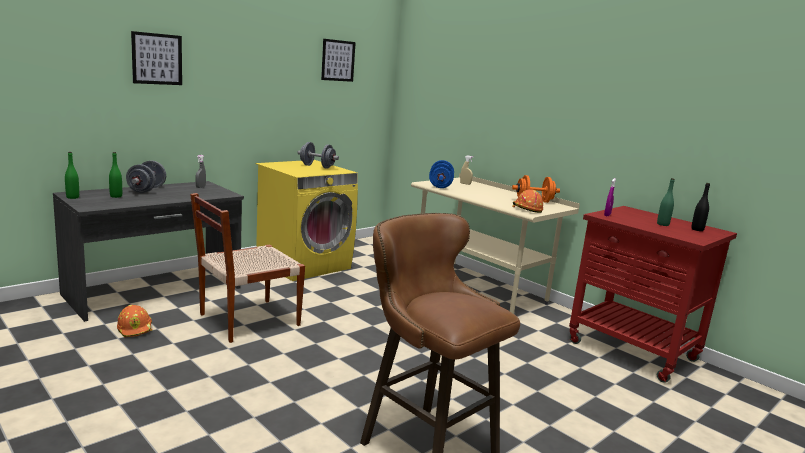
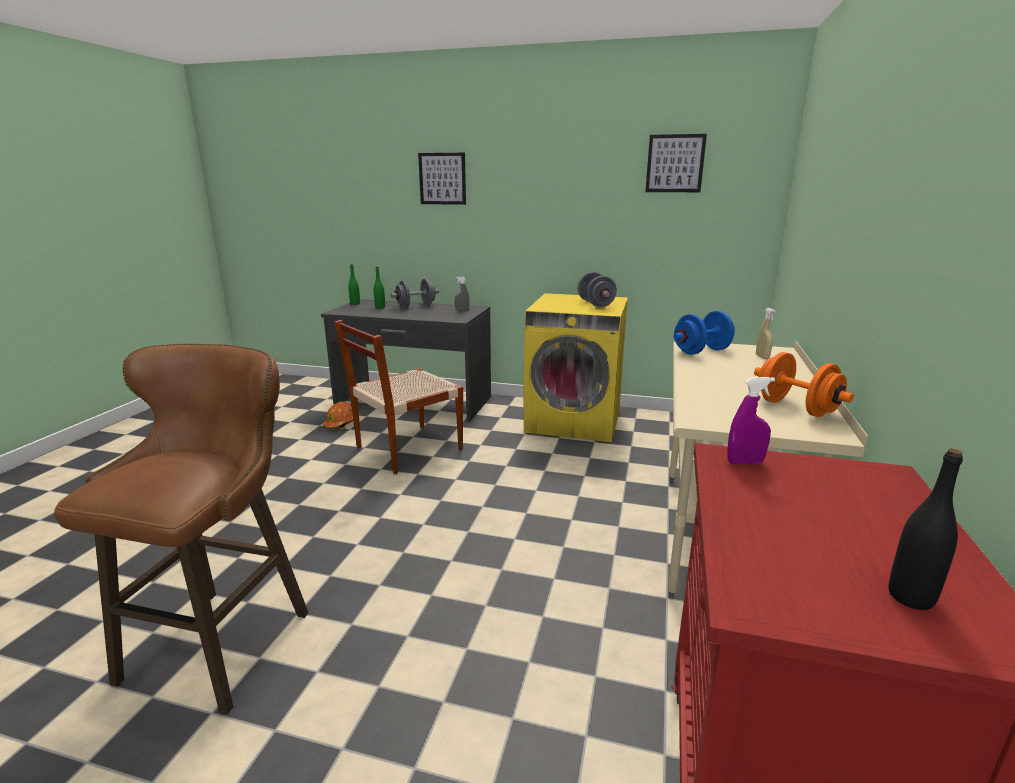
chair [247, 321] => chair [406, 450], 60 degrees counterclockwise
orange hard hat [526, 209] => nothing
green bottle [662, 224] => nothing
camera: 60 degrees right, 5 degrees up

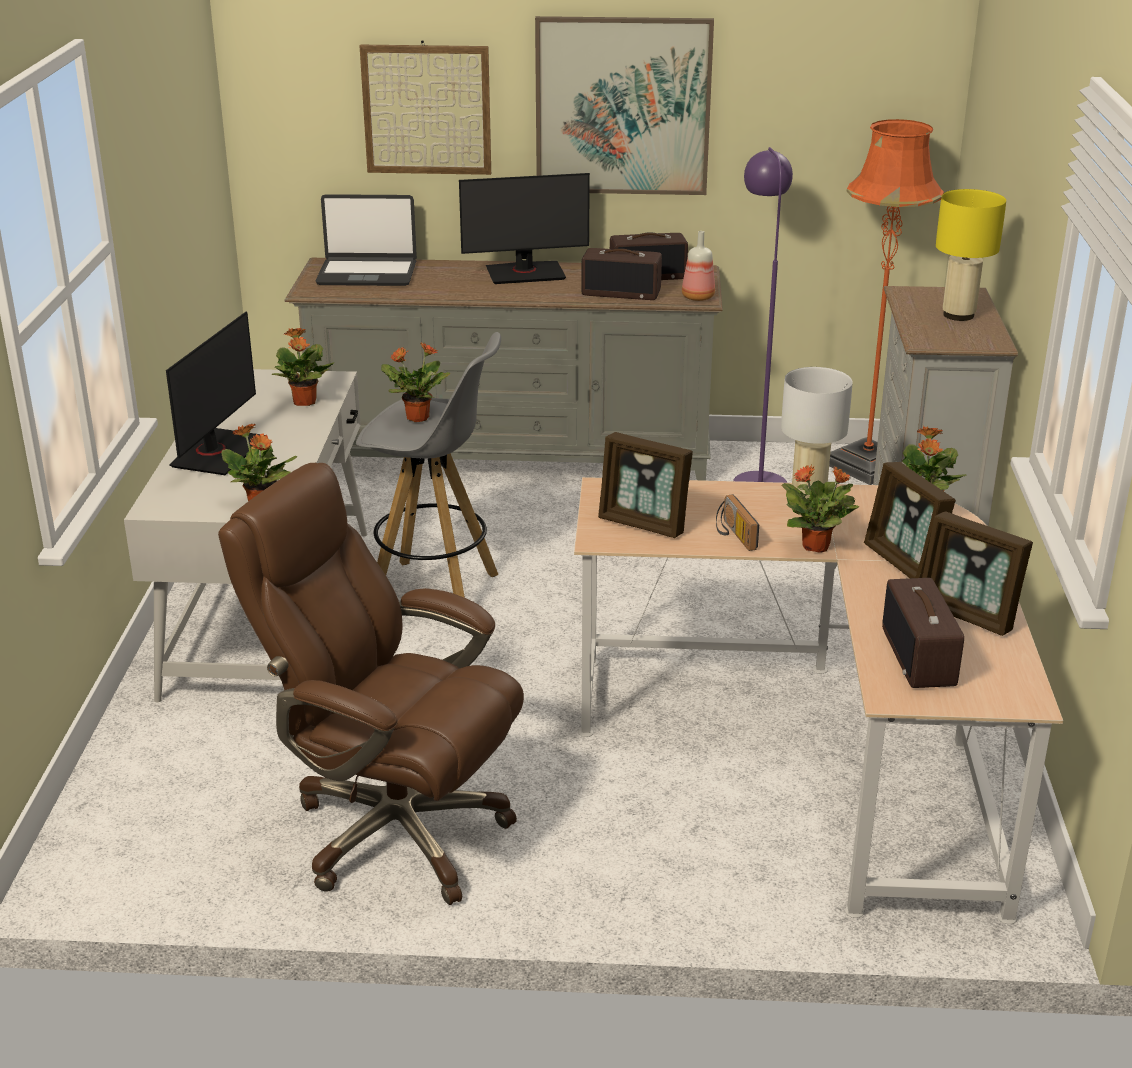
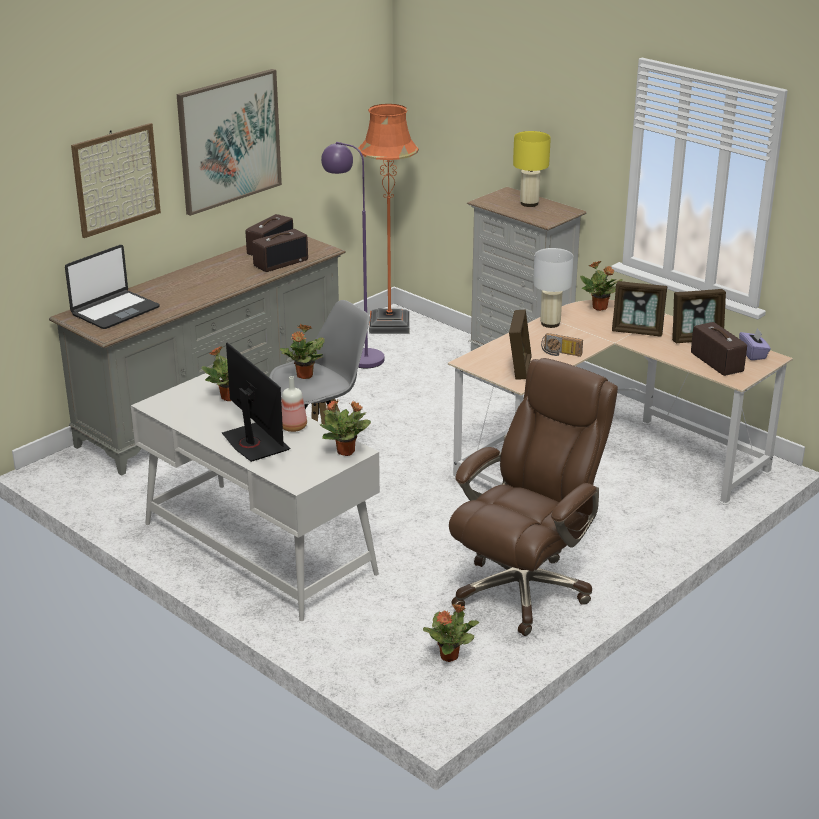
bottle [697, 297] => bottle [293, 427], move
potted plant [817, 546] => potted plant [450, 656], move
brown office chair [394, 830] => brown office chair [526, 590], 150 degrees clockwise
picture frame [644, 524] => picture frame [519, 368], 60 degrees counterclockwise
radio [920, 657] => radio [715, 362], 150 degrees counterclockwise
nothing => purple tissue box [753, 354]
monitor [525, 273] => nothing
camera: 50 degrees left, 0 degrees up

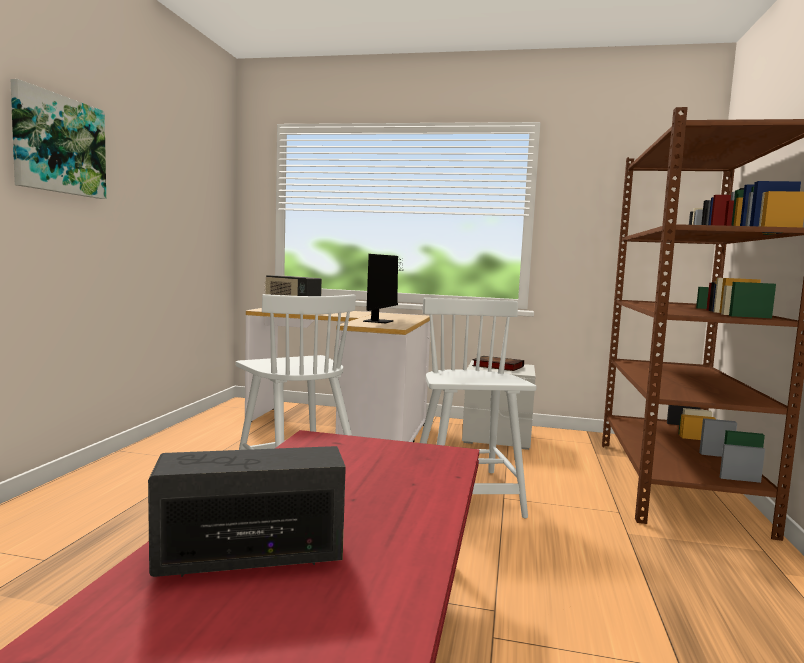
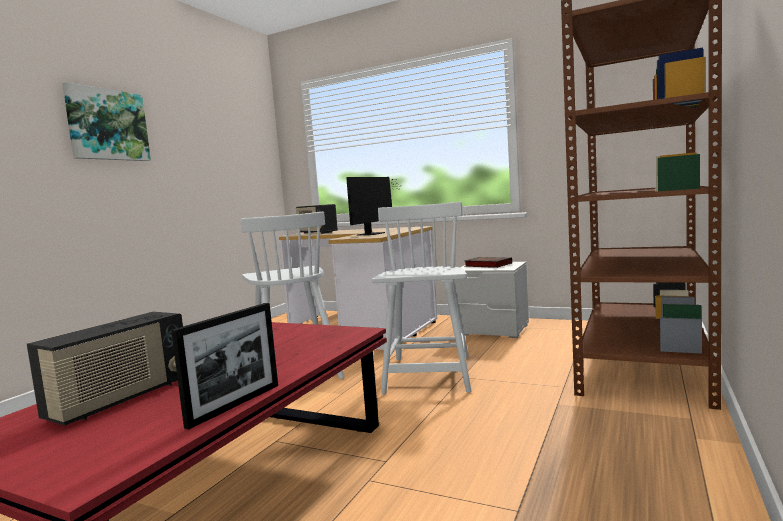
radio [252, 556] => radio [121, 400], 120 degrees clockwise
nothing => picture frame [235, 405]
camera: 15 degrees right, 0 degrees up

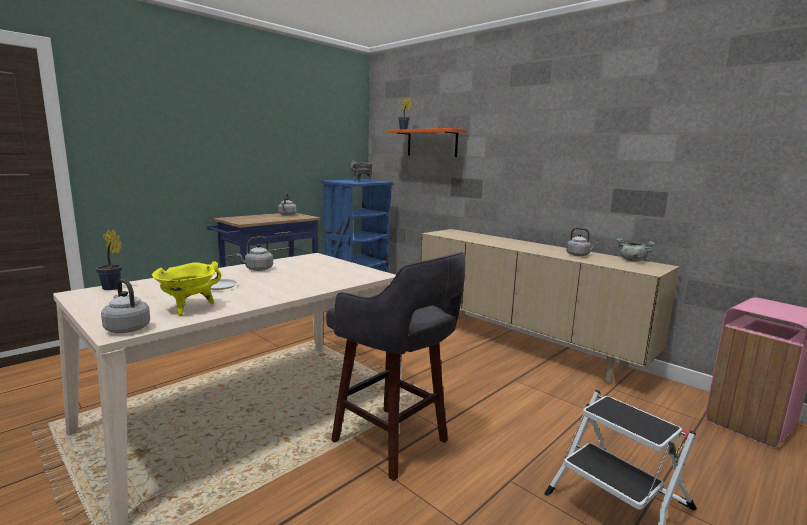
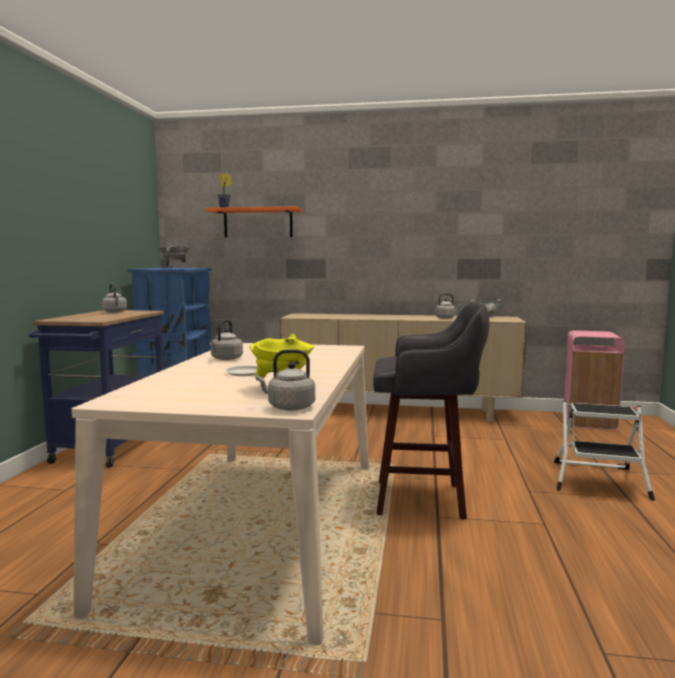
potted plant [113, 288] => nothing
camera: 35 degrees left, 5 degrees down

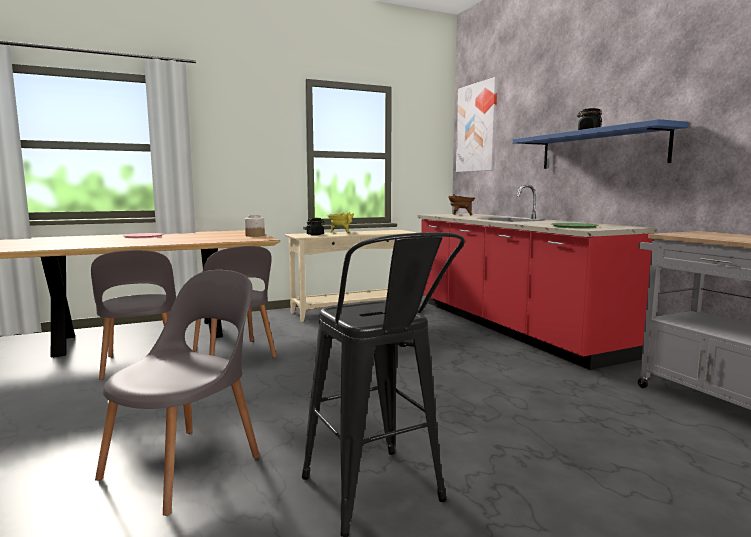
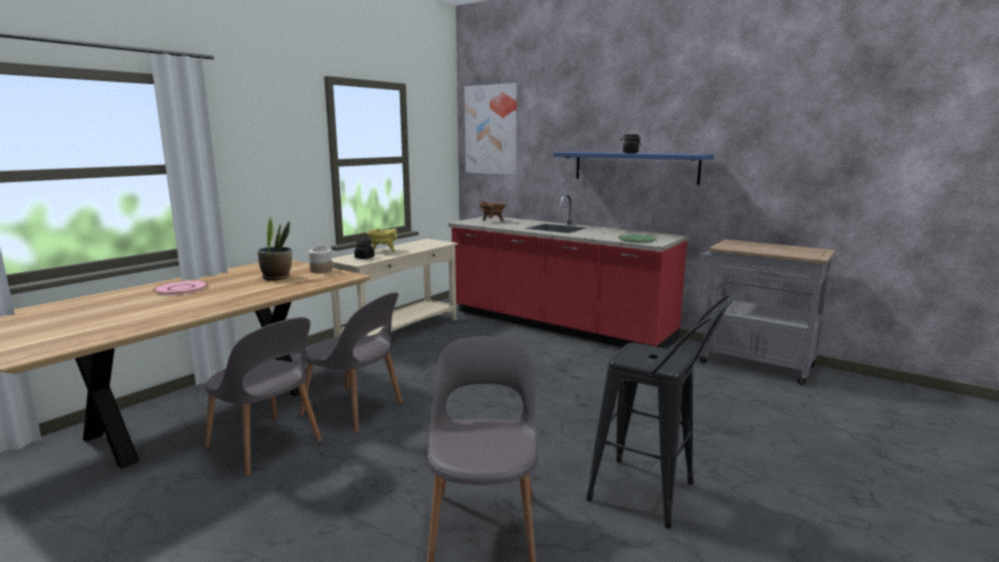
nothing => potted plant [277, 277]
camera: 30 degrees left, 5 degrees up

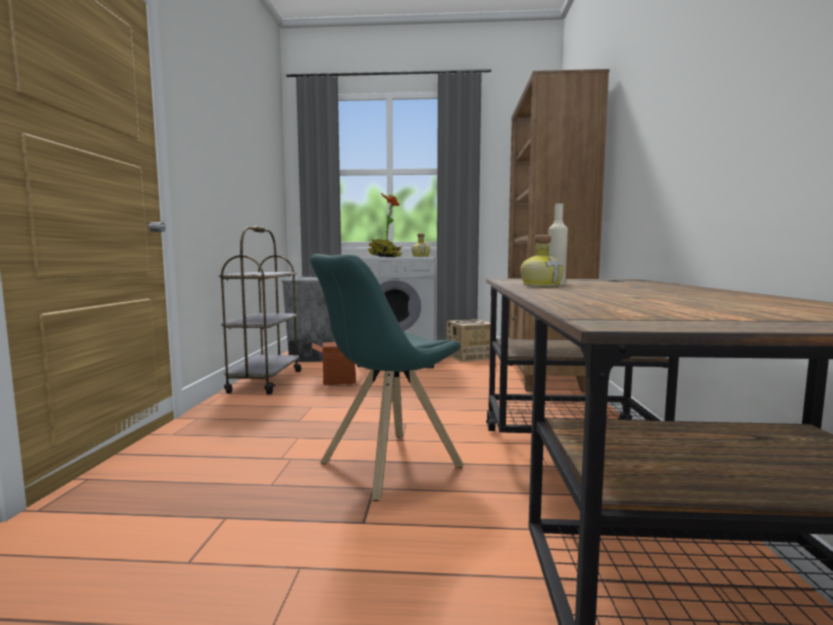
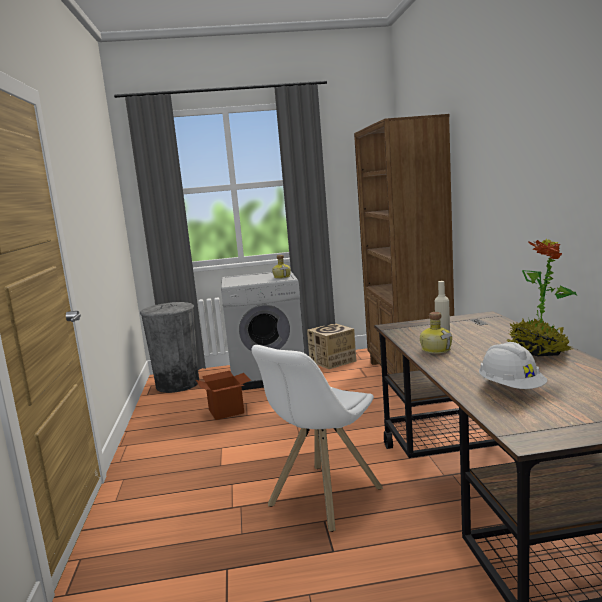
turquoise chair [389, 464] => white chair [324, 496]
nothing => white hard hat [511, 388]
potted plant [384, 257] => potted plant [538, 352], move
grey cart [265, 382] => nothing
camera: 10 degrees left, 5 degrees up

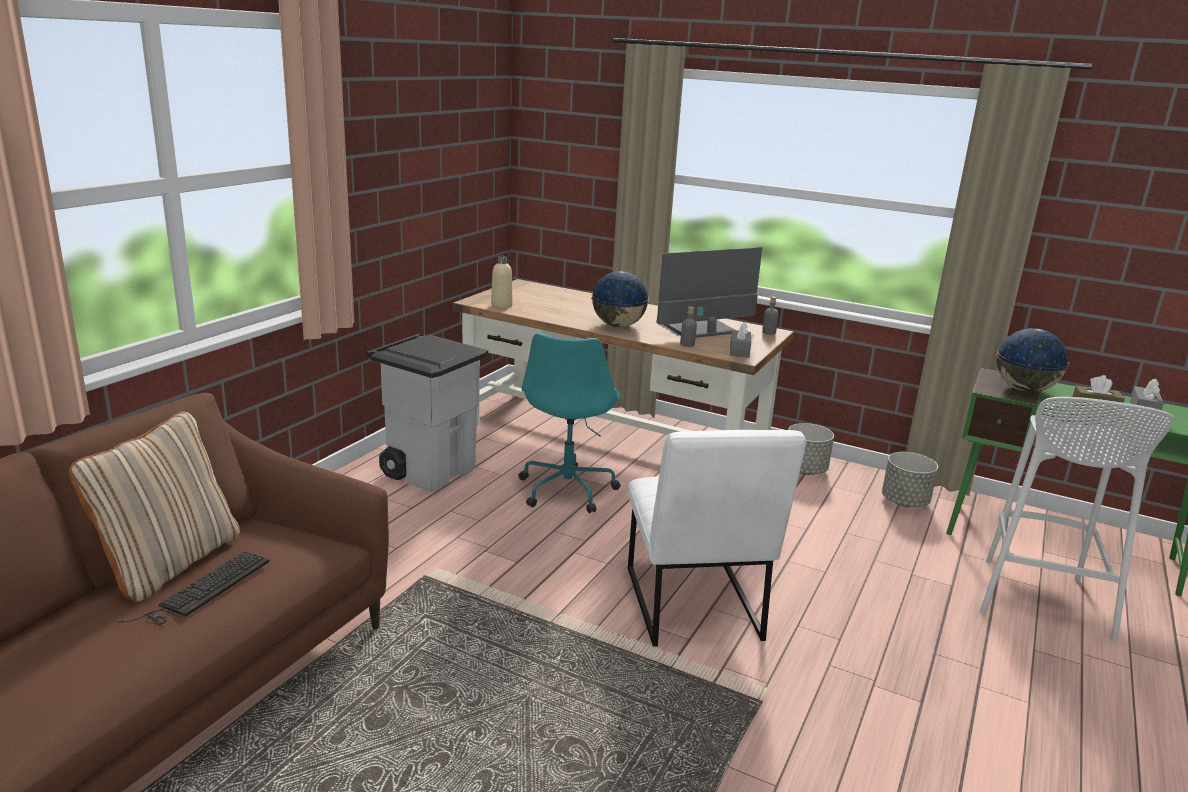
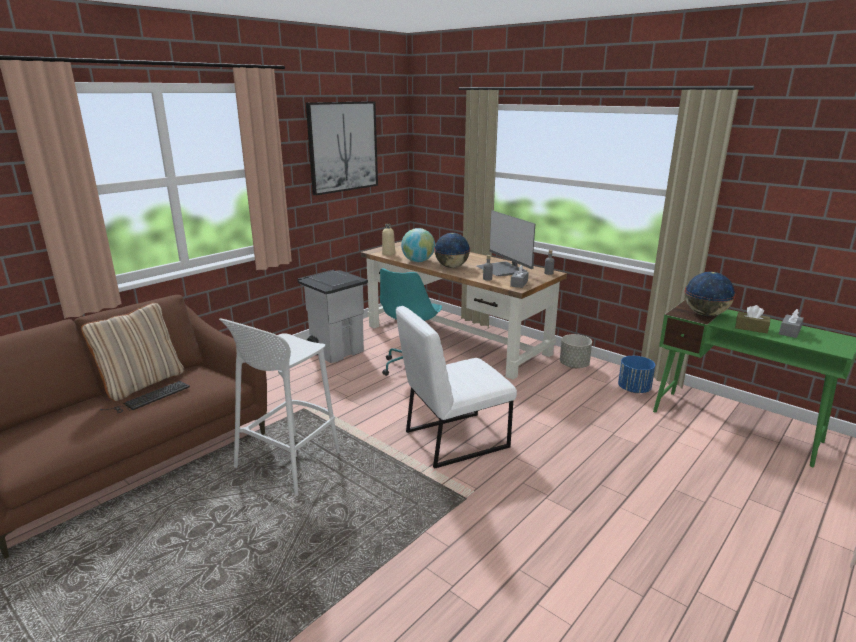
white stool [1039, 600] => white stool [289, 463], move
nothing => picture [343, 147]
white chair [692, 605] => white chair [453, 439], 60 degrees clockwise
nothing => globe [418, 261]
monitor [697, 328] => monitor [502, 270], 105 degrees counterclockwise
grey planter [905, 502] => blue planter [634, 389]
camera: 15 degrees right, 0 degrees up

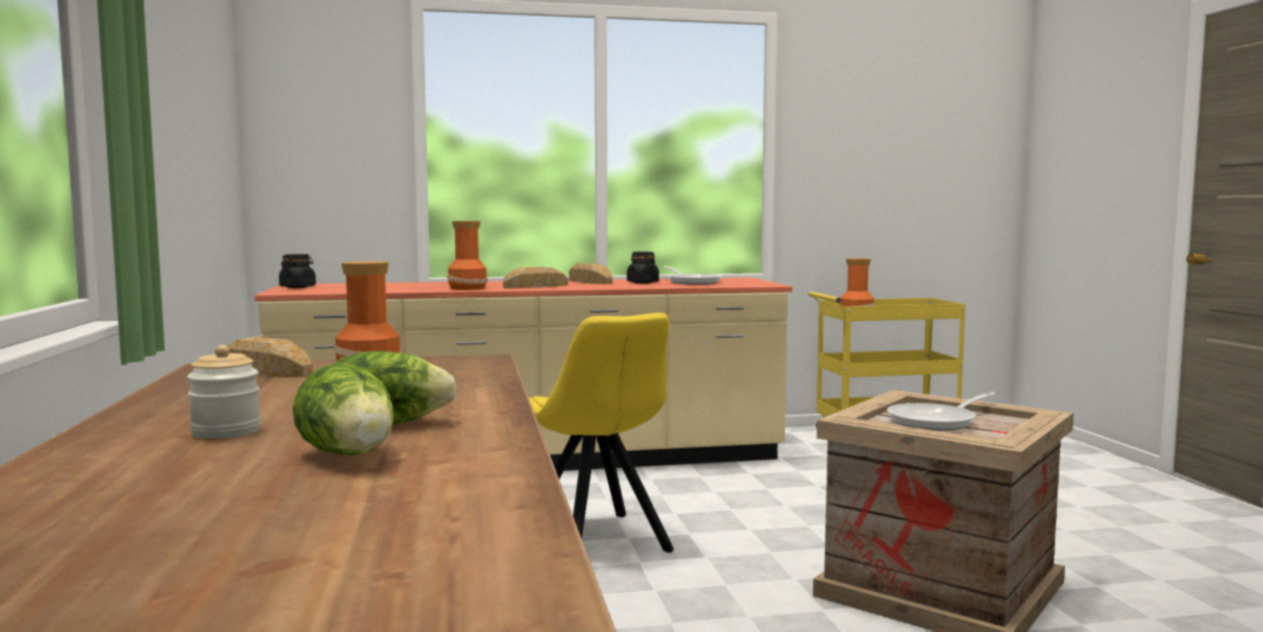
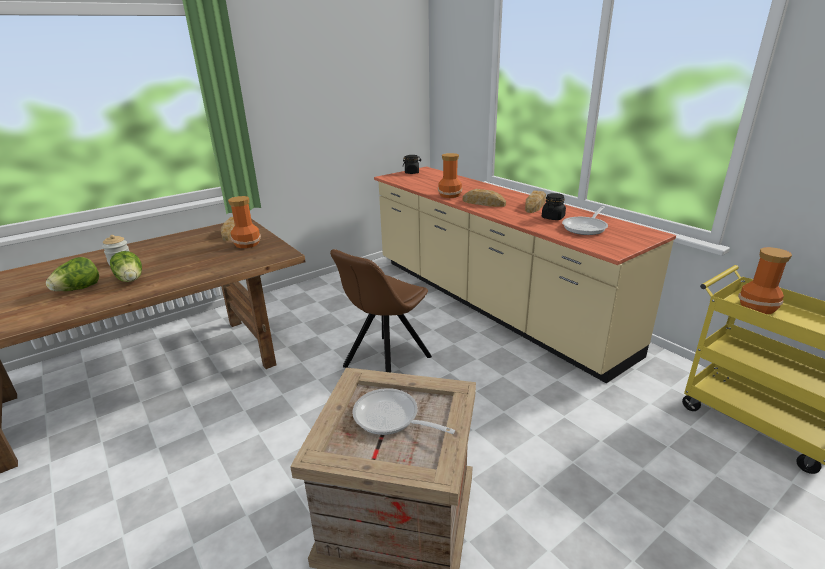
yellow chair [597, 541] => brown chair [386, 361]
camera: 65 degrees right, 20 degrees up

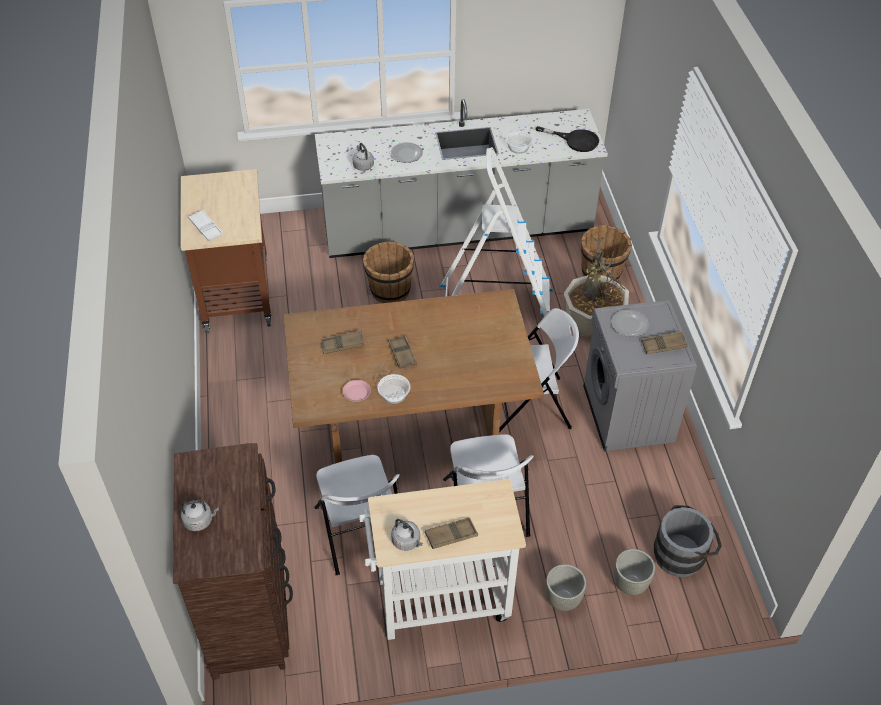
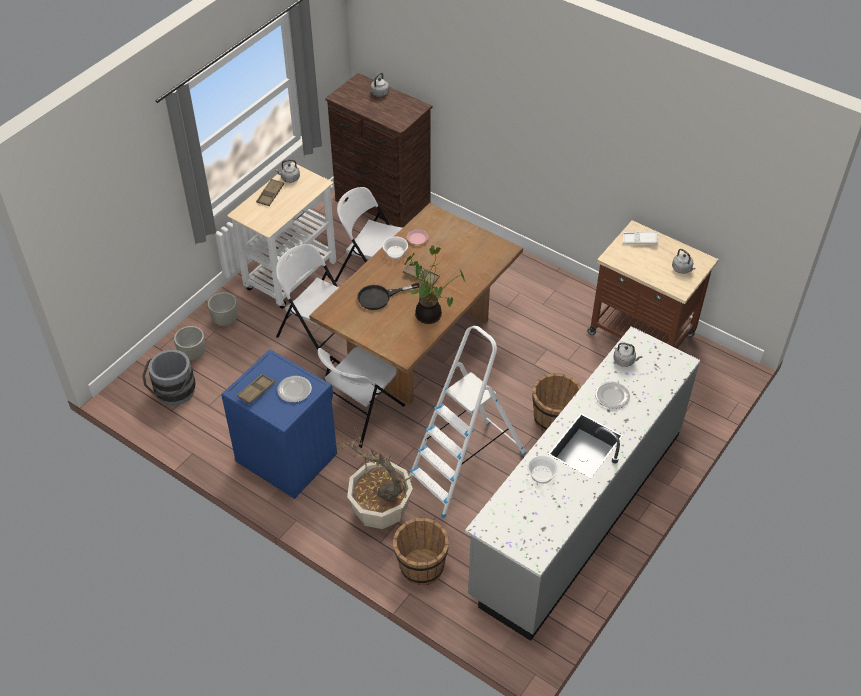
grey washing machine [625, 415] => blue washing machine [287, 456]
black frying pan [575, 140] => black frying pan [380, 297], move
nothing => potted plant [430, 314]
nothing => grey kettle [682, 269]
brown tray [342, 345] => nothing
camera: 135 degrees right, 0 degrees up

